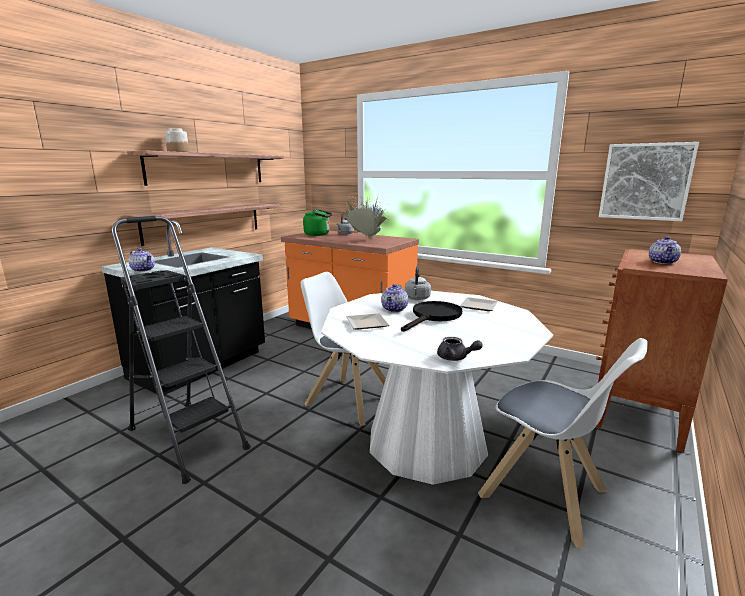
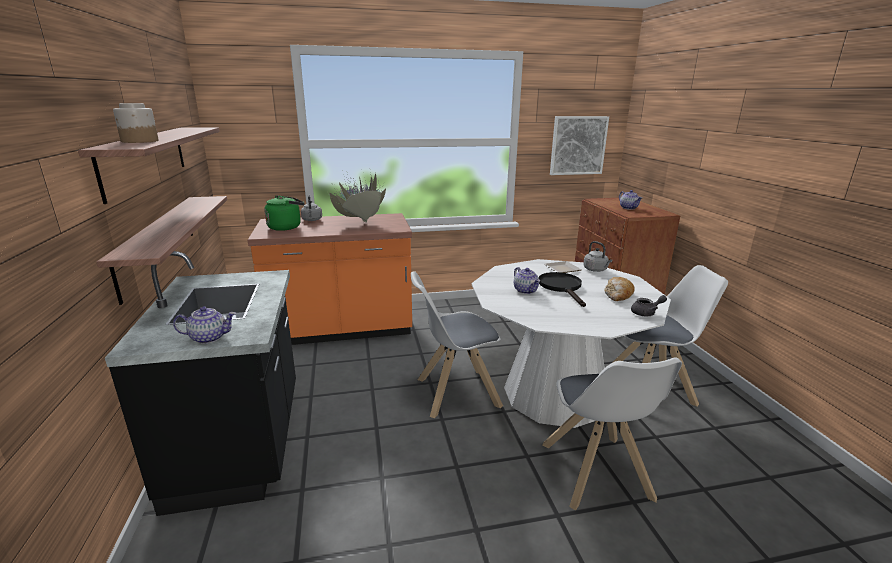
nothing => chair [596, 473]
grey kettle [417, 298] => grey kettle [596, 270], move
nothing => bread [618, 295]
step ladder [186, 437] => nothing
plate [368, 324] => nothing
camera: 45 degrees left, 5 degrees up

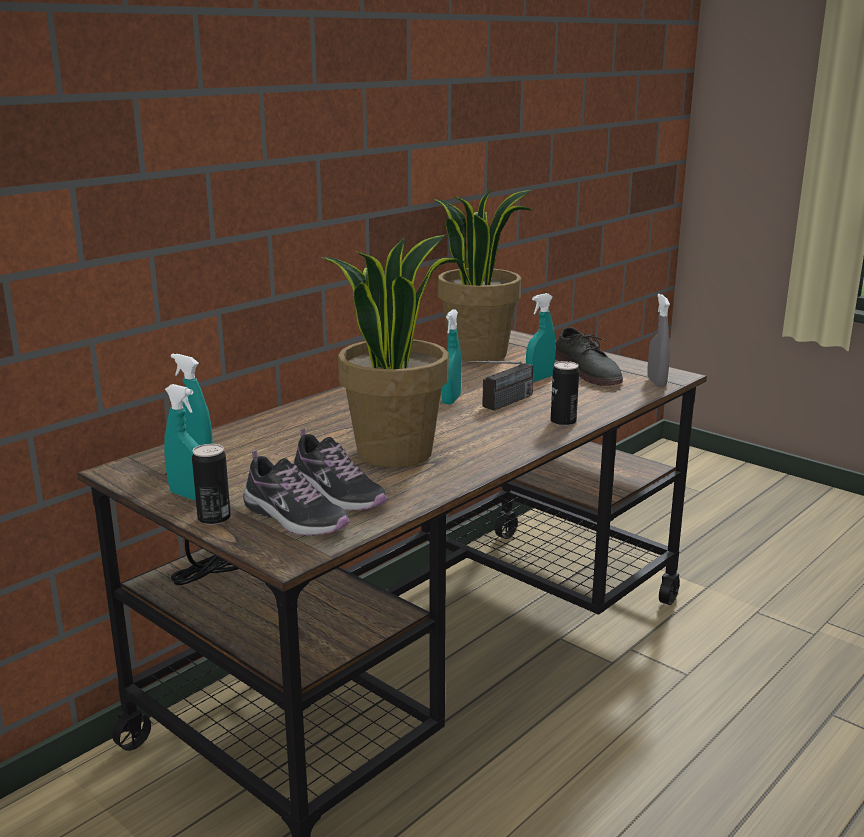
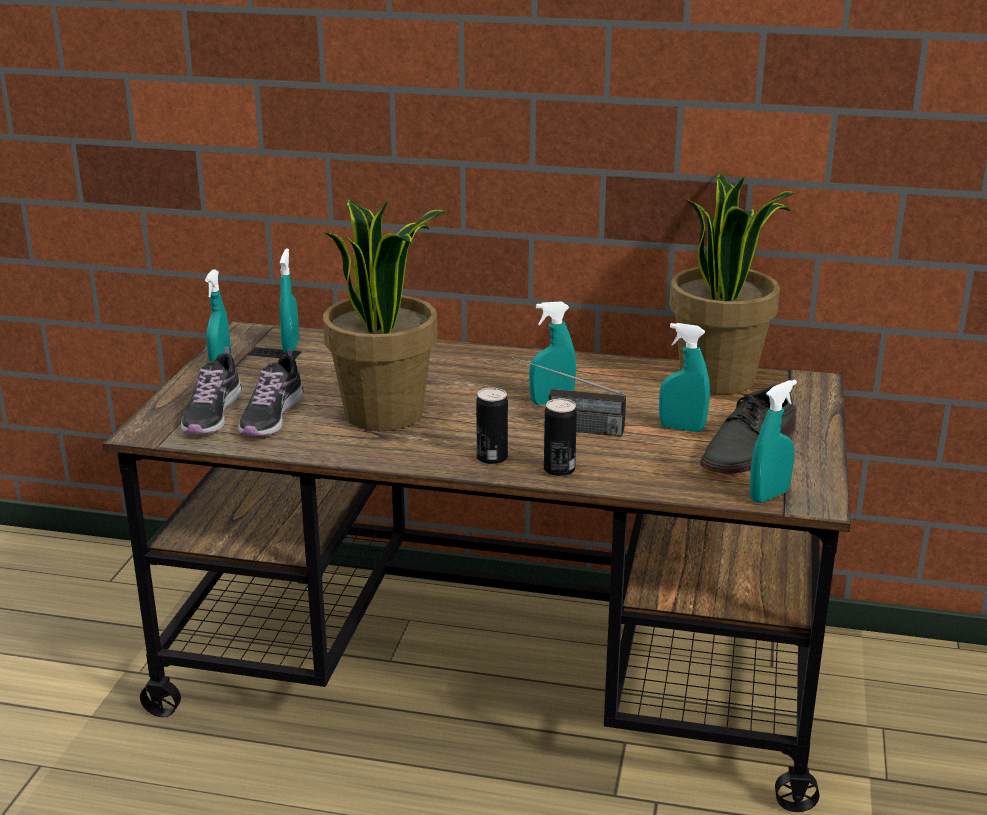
can [214, 518] => can [492, 458], move
grey spray bottle [656, 382] => turquoise spray bottle [769, 496]
camera: 60 degrees right, 5 degrees up

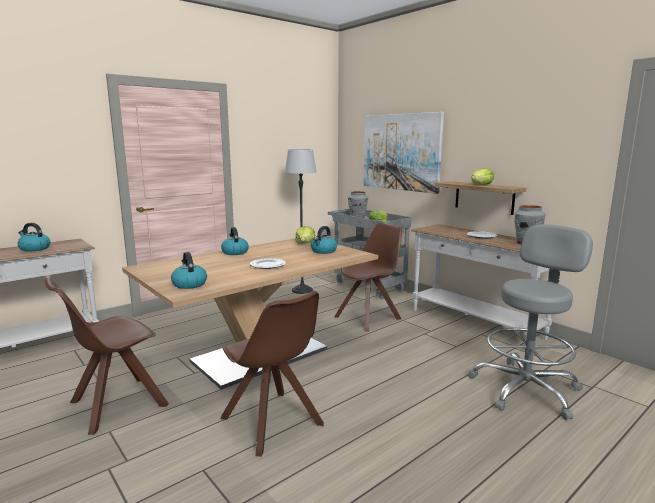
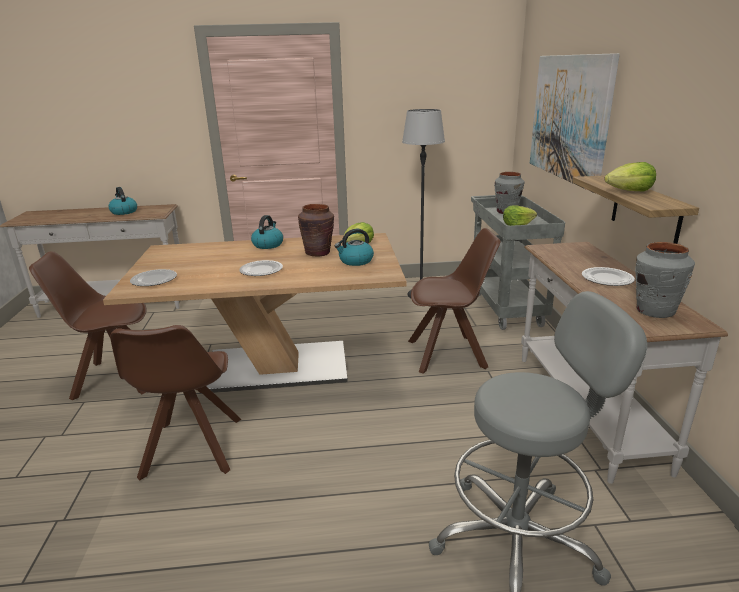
kettle [189, 284] => plate [153, 280]
nothing => brown vase [318, 253]
camera: 35 degrees right, 10 degrees up

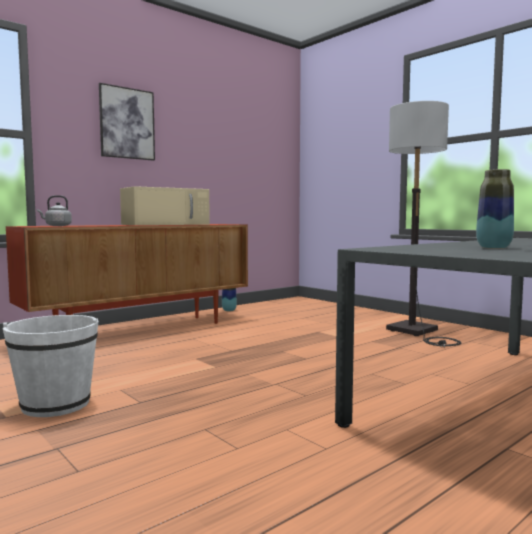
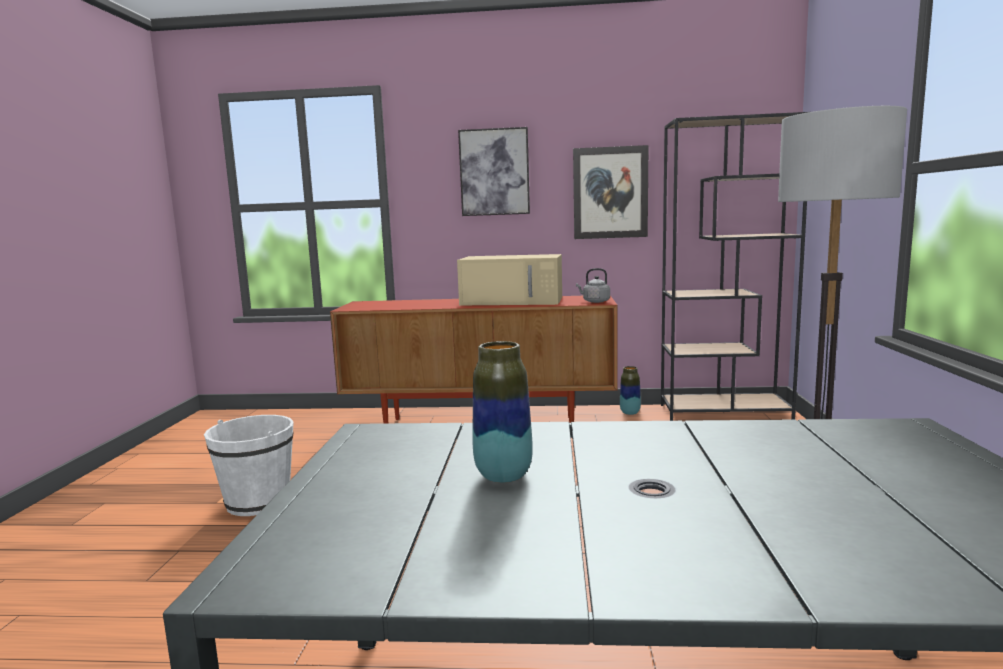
nothing => picture [610, 193]
grey kettle [57, 226] => grey kettle [594, 301], move
nothing => bookcase [725, 412]
camera: 45 degrees right, 5 degrees up

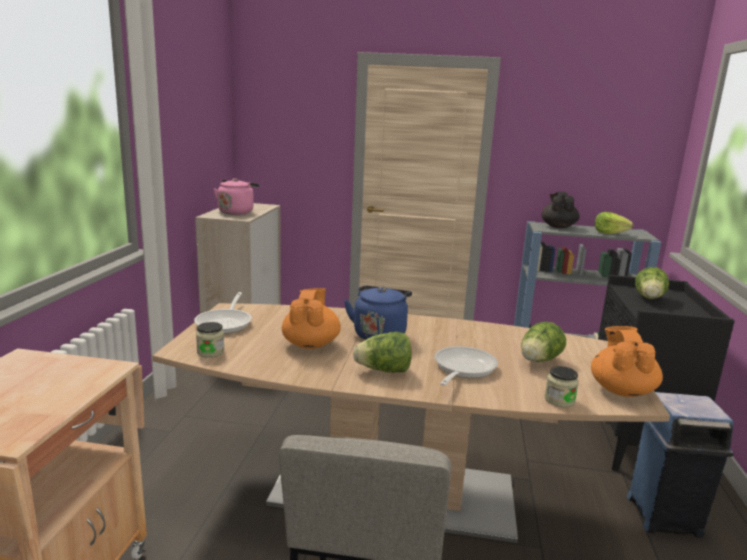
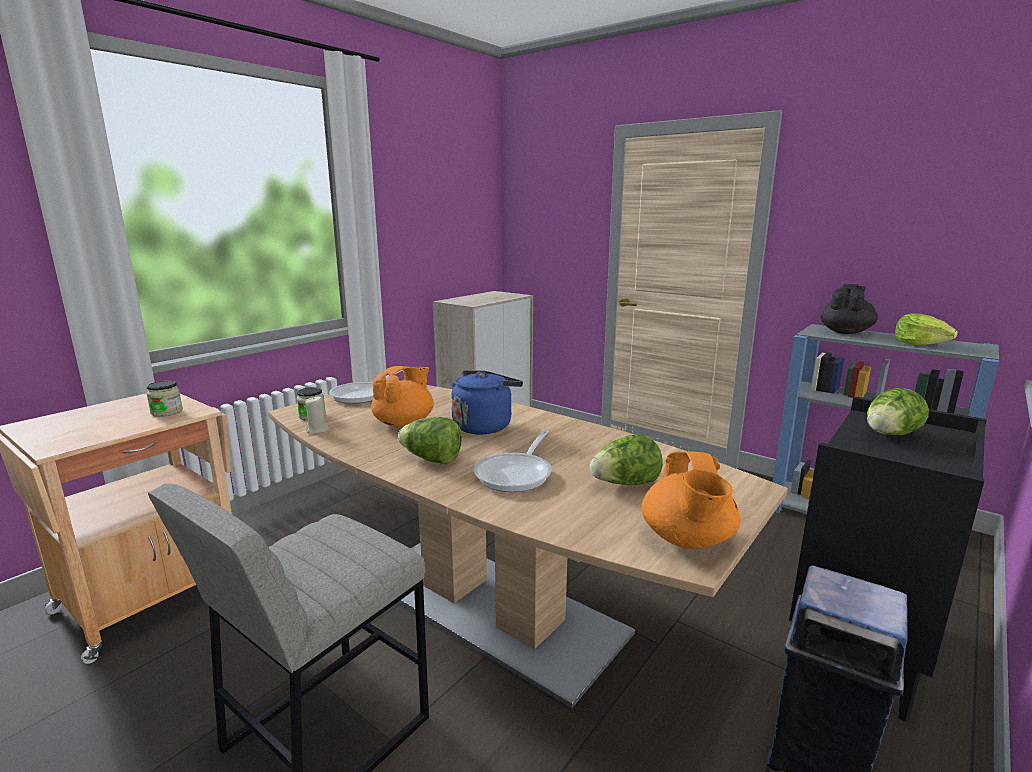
jar [559, 400] => jar [167, 412], move
nothing => beige candle [317, 430]
frying pan [462, 369] => frying pan [517, 474], 150 degrees clockwise
orange teapot [621, 390] => orange teapot [687, 540], 150 degrees clockwise
pink kettle [237, 212] => nothing
camera: 30 degrees right, 0 degrees up

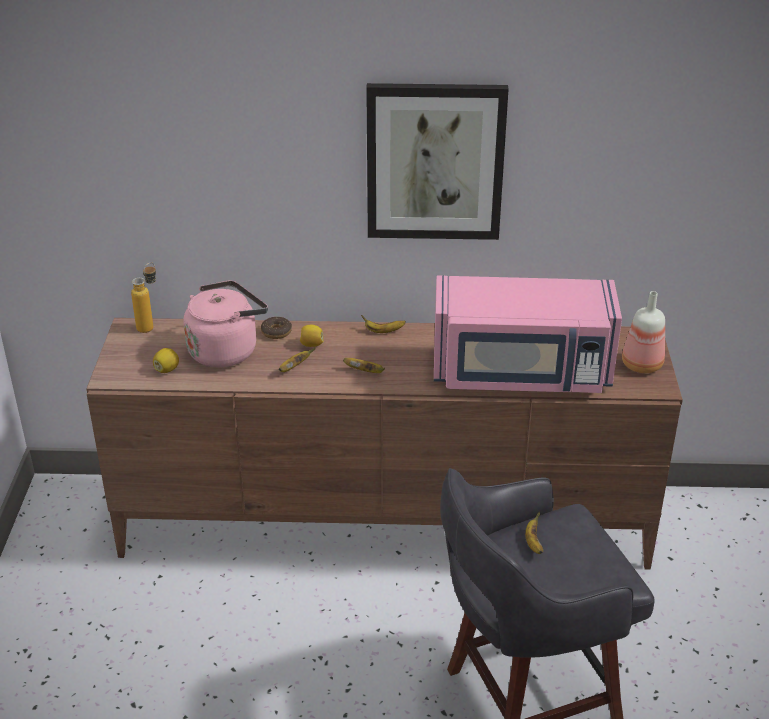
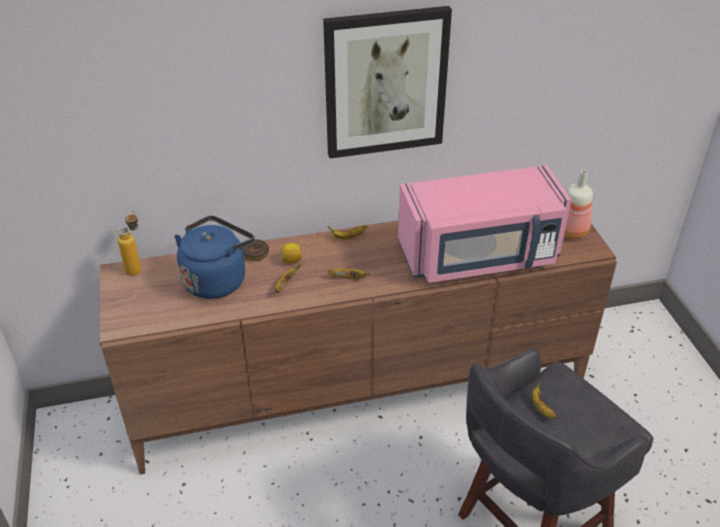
pink kettle [226, 350] => blue kettle [217, 279]
lemon [167, 369] => nothing
camera: 15 degrees left, 5 degrees up

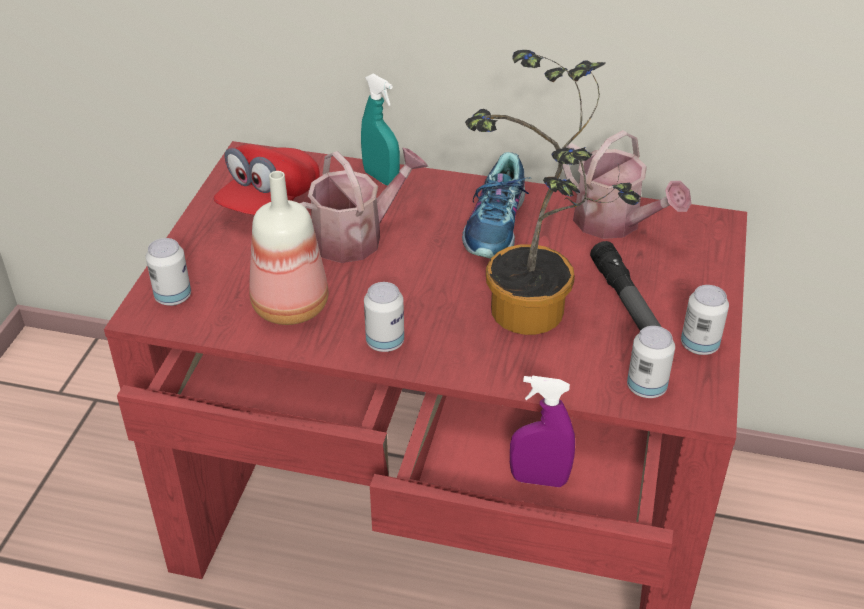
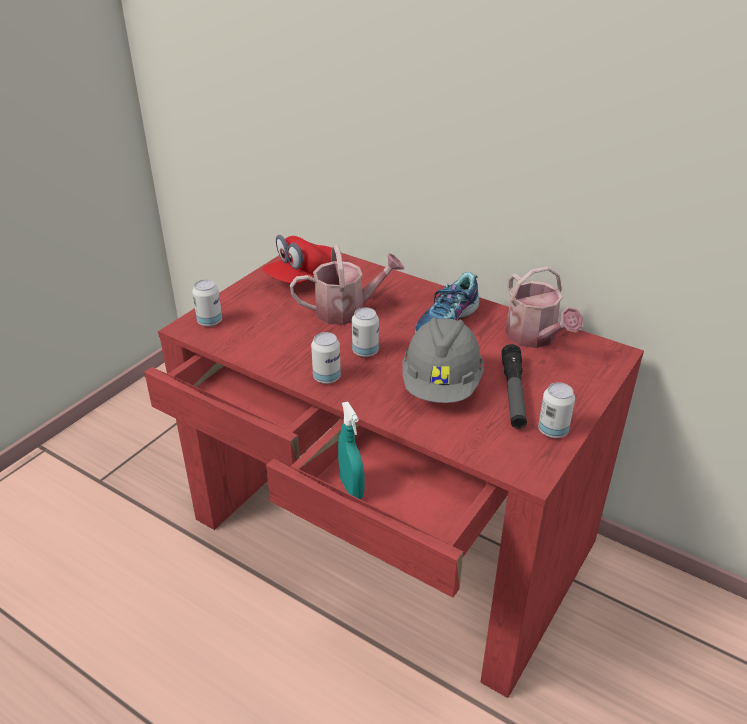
turquoise spray bottle [381, 178] => turquoise spray bottle [351, 488], move
can [646, 387] => can [365, 351], move
potted plant [537, 316] => grey hard hat [441, 385]
bottle [290, 308] => nothing
purple spray bottle [539, 479] => nothing
camera: 20 degrees right, 5 degrees down

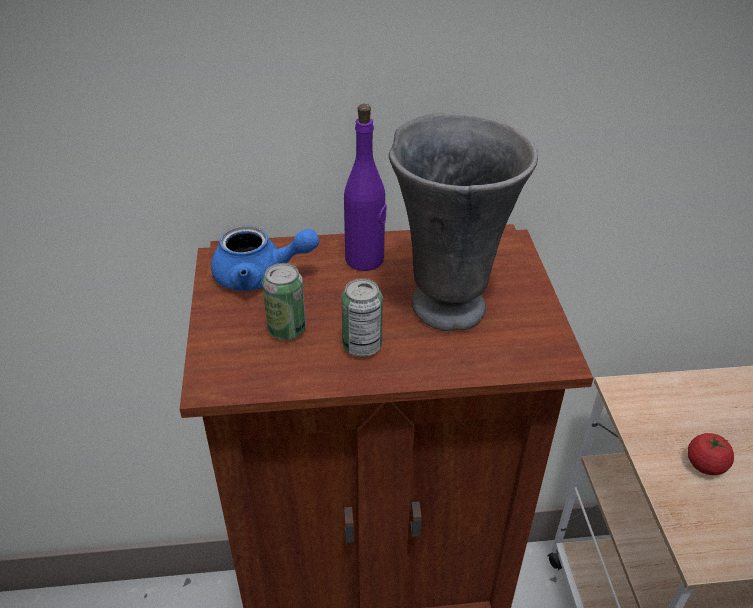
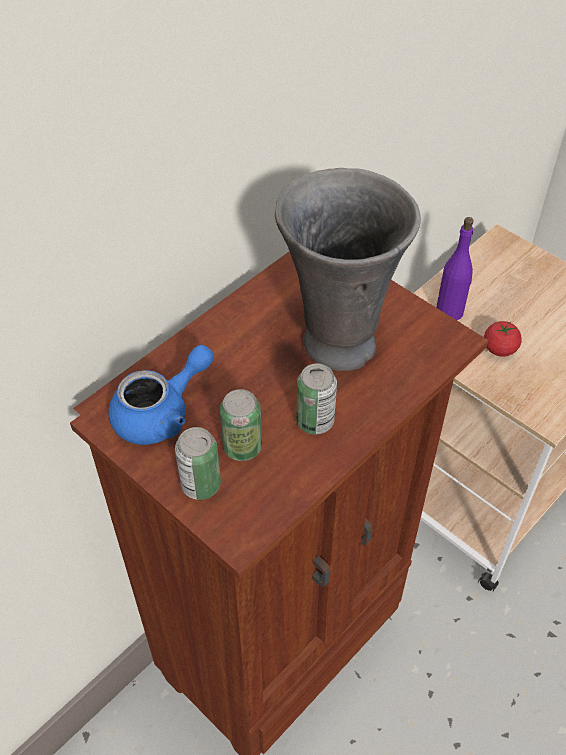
nothing => can [201, 485]
purple bottle [365, 260] => purple bottle [449, 311], move
camera: 40 degrees left, 10 degrees up

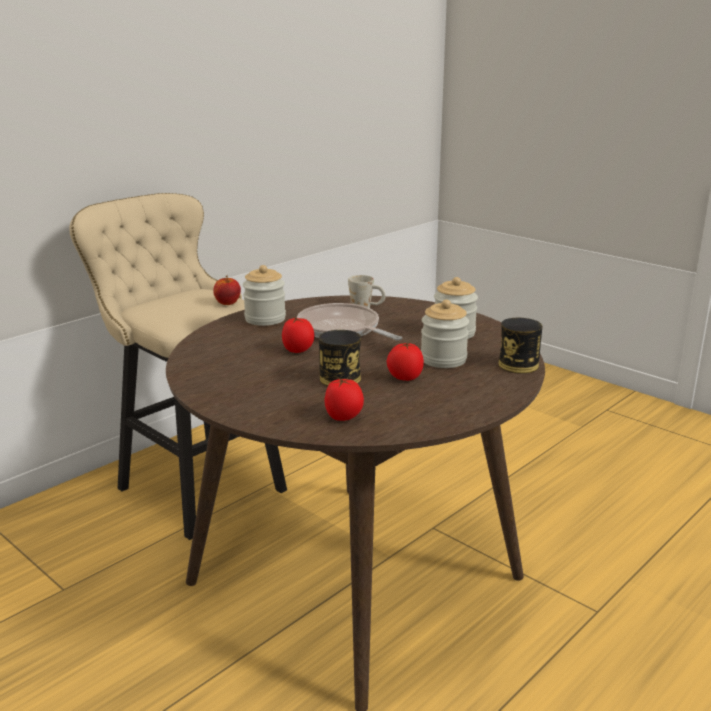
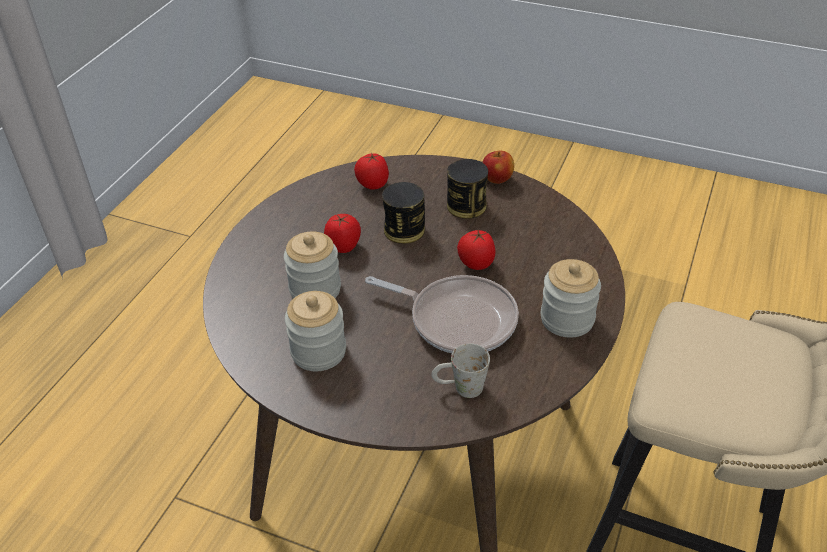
can [518, 365] => can [466, 206], move
apple [227, 303] => apple [497, 179], move
camera: 160 degrees right, 20 degrees up

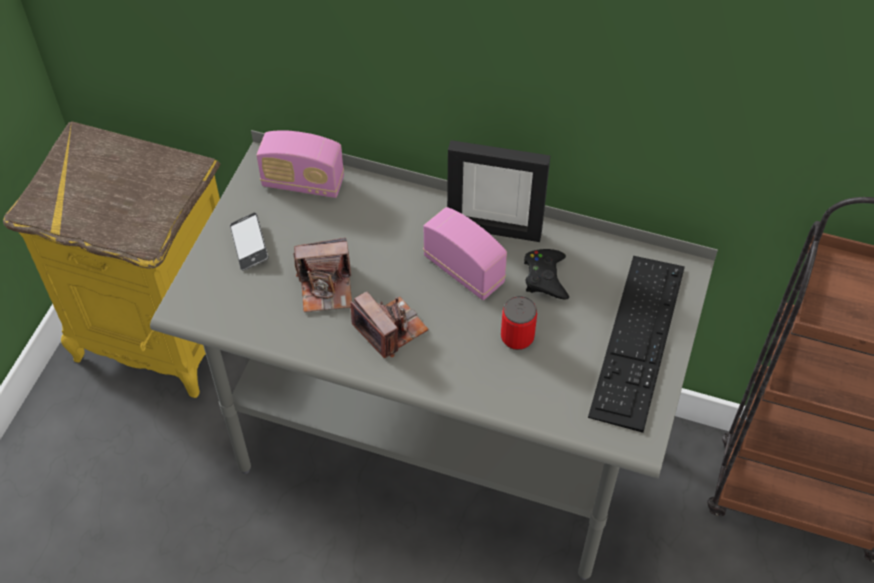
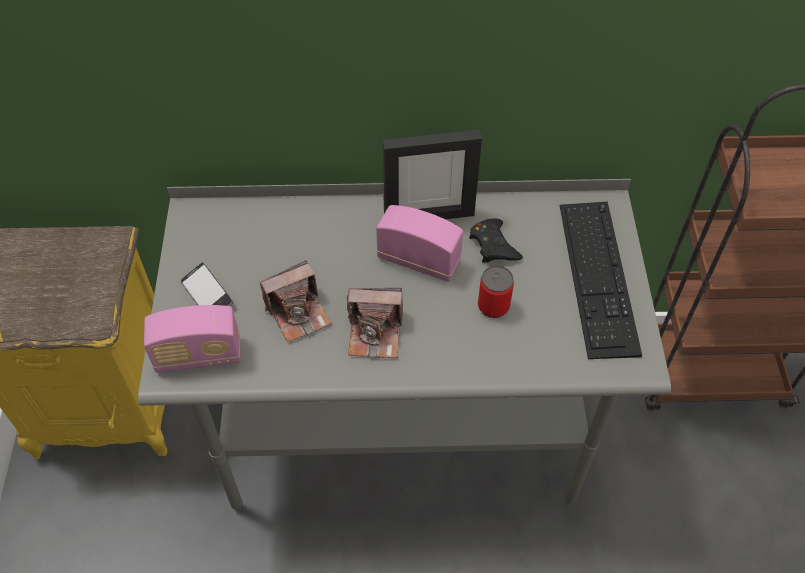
radio [303, 183] => radio [198, 356], move
photo camera [390, 329] => photo camera [375, 333], 150 degrees clockwise
camera: 20 degrees left, 0 degrees up

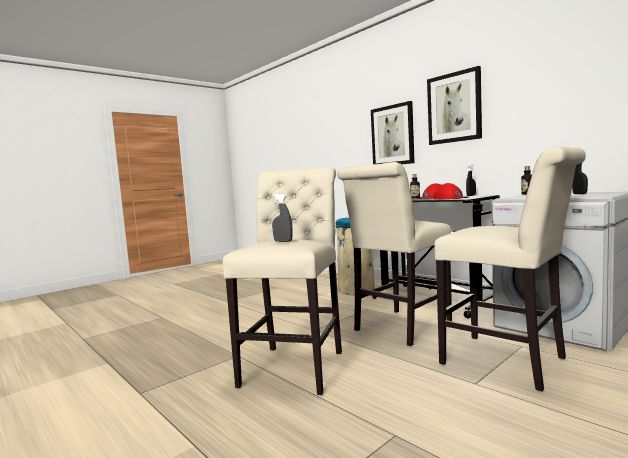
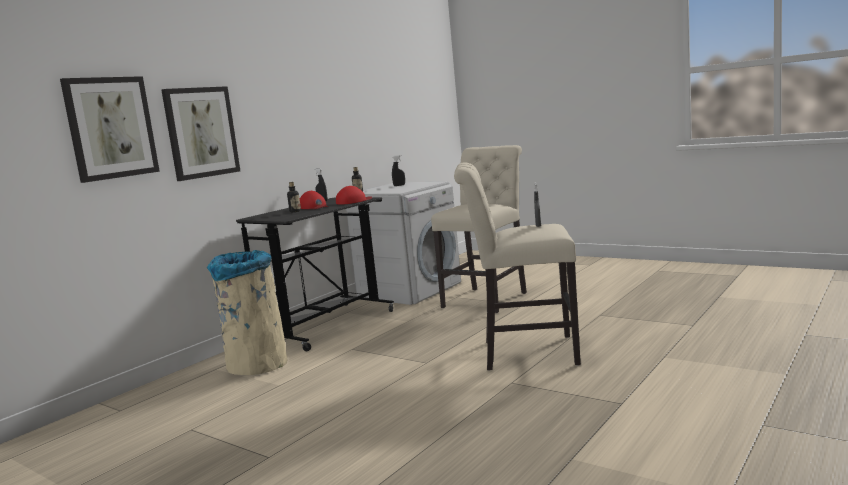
picture [454, 107] => picture [111, 128], move
beige stool [398, 328] => nothing
camera: 100 degrees left, 5 degrees up

